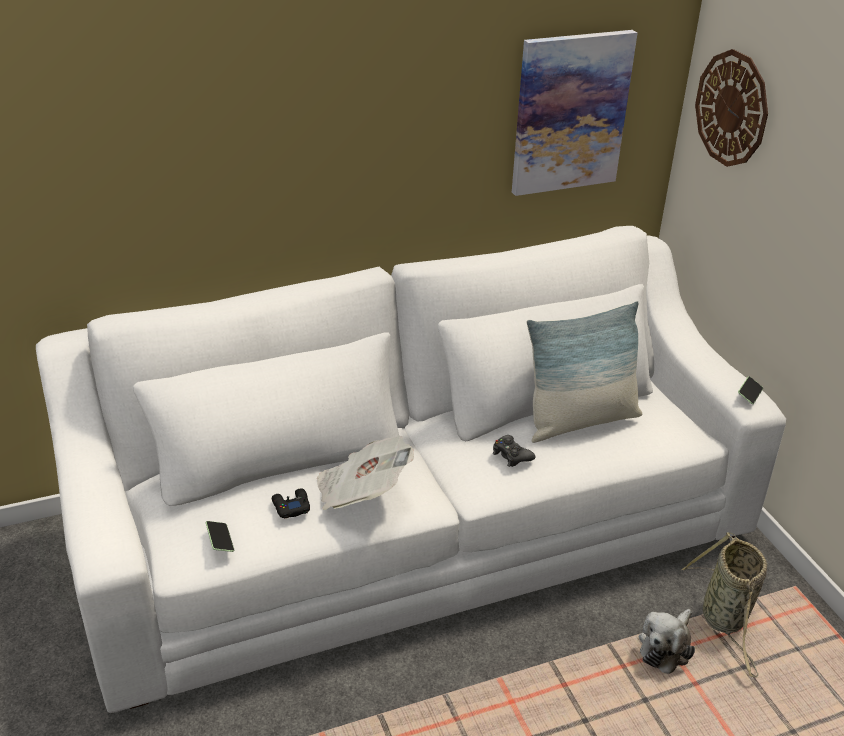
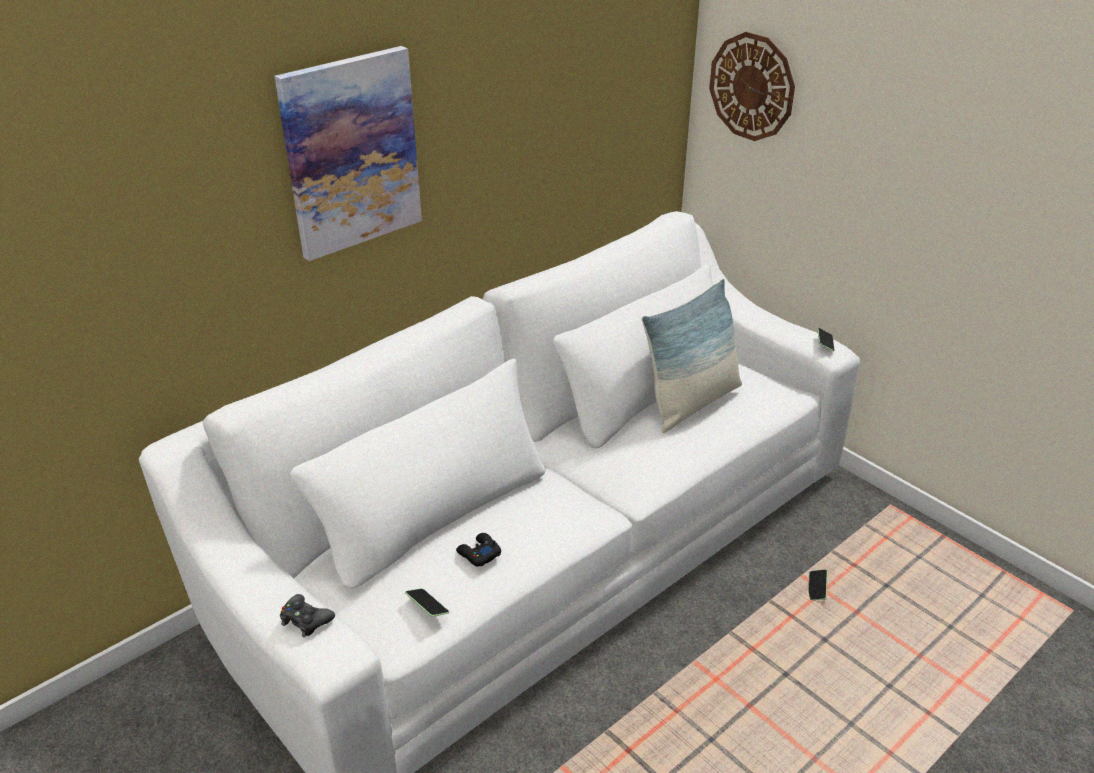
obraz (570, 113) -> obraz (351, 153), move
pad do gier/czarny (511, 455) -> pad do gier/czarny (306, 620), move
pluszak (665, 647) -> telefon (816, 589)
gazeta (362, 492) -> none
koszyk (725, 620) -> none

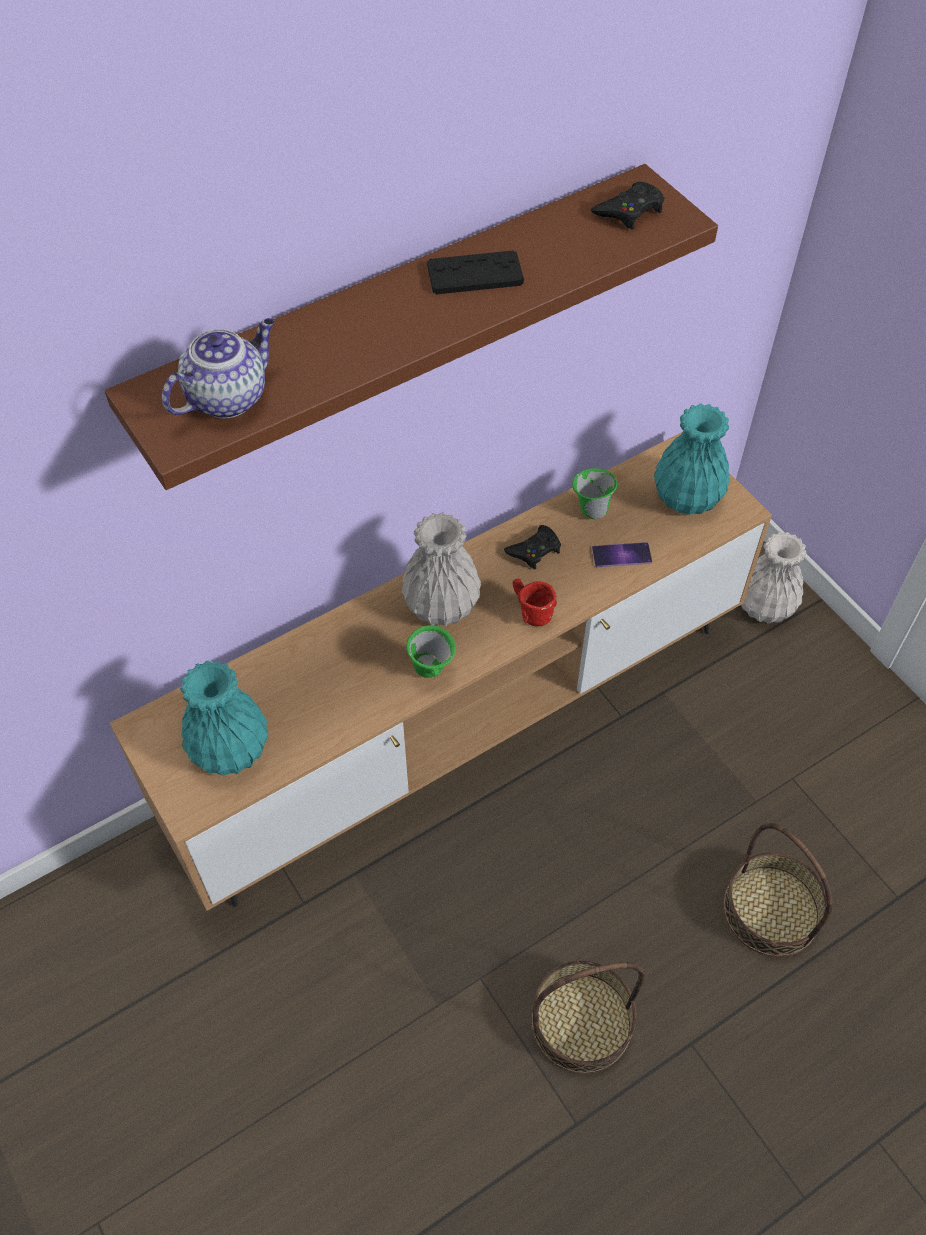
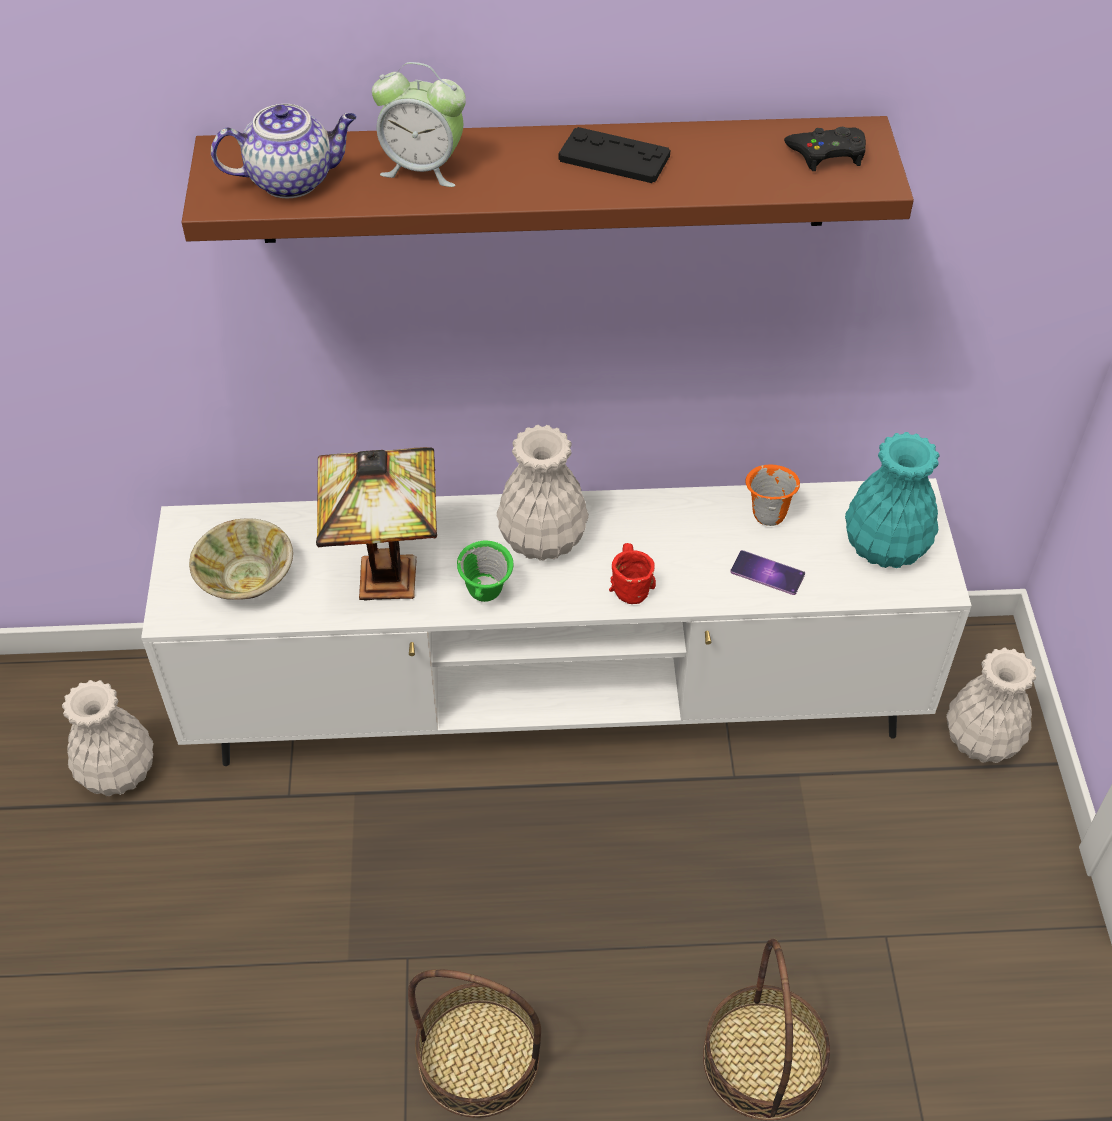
none -> wazon/biały (119, 772)
szafka pod telewizor/brązowy (461, 727) -> szafka pod telewizor/biały (555, 706)
wazon/turkusowy (229, 750) -> miska/beżowy (246, 579)
none -> lampa stołowa (391, 582)
none -> budzik (423, 168)
kubek/zielony (591, 510) -> kubek/pomarańczowy (767, 515)
pad do gier/czarny (534, 550) -> none

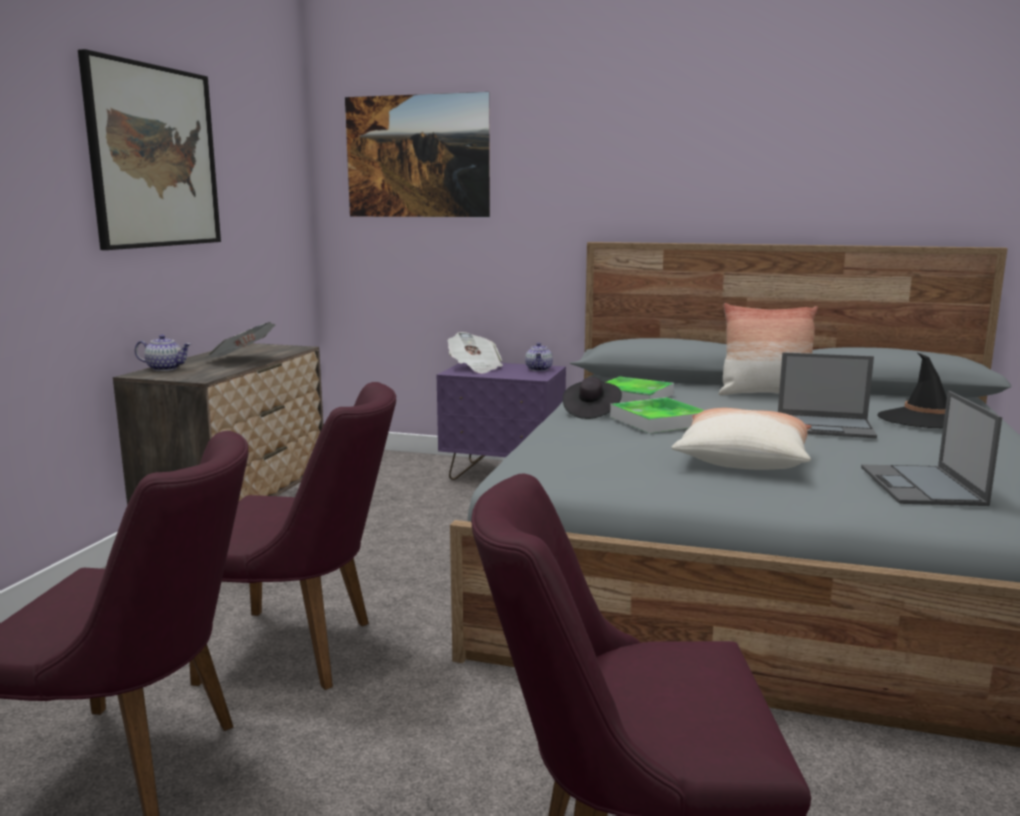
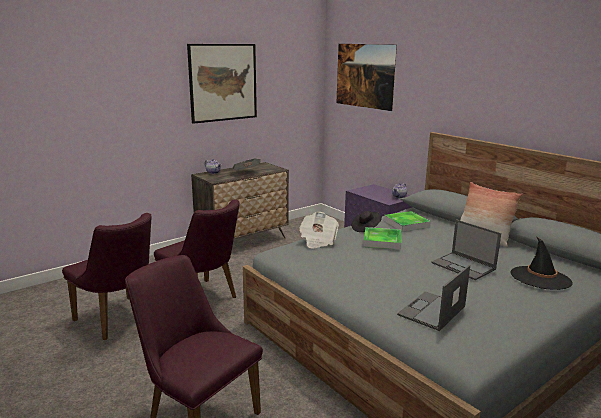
gazeta (475, 368) -> gazeta (318, 240), move
poduszka (742, 460) -> none

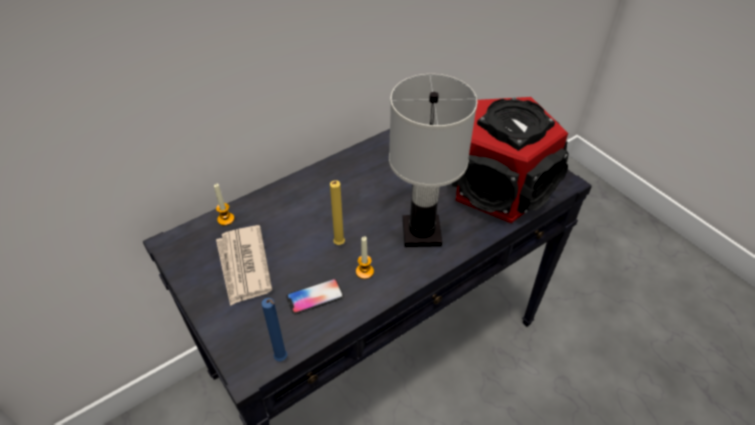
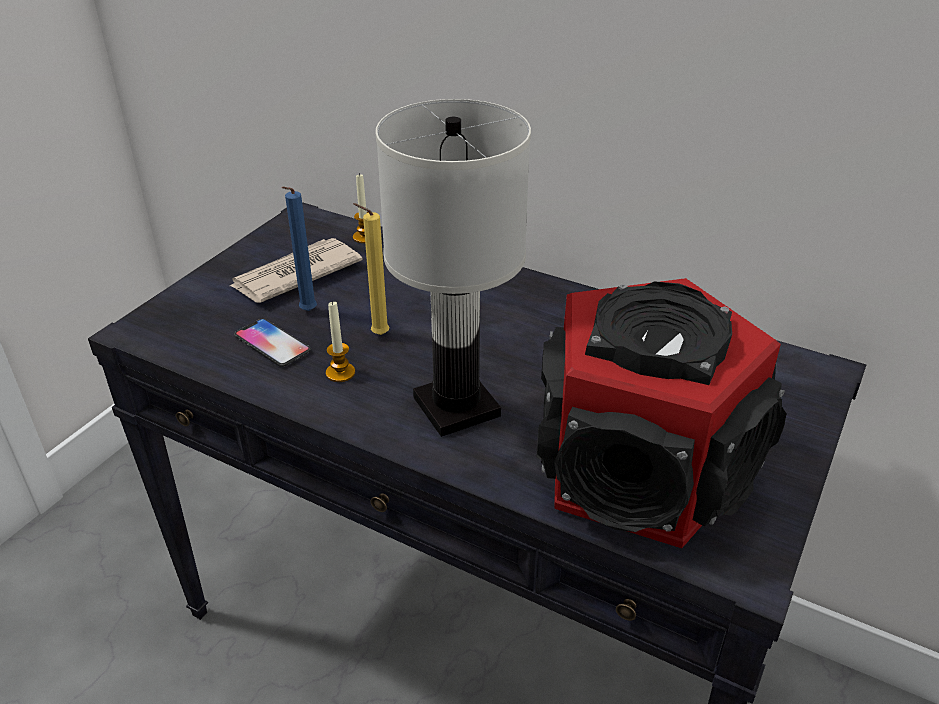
świeca/niebieski (282, 359) -> świeca/niebieski (306, 312), move

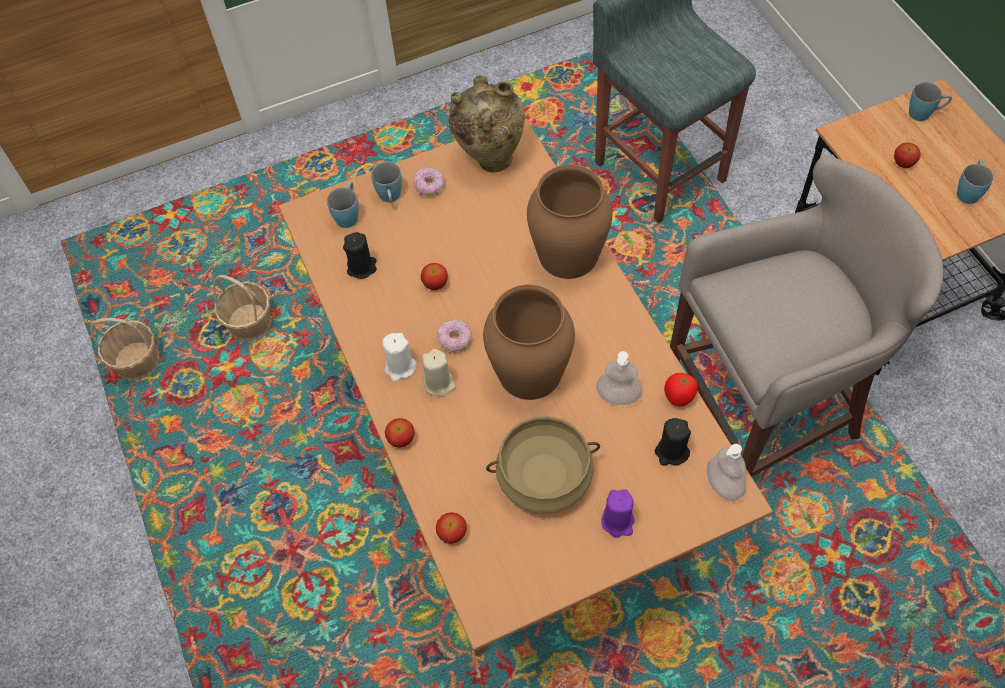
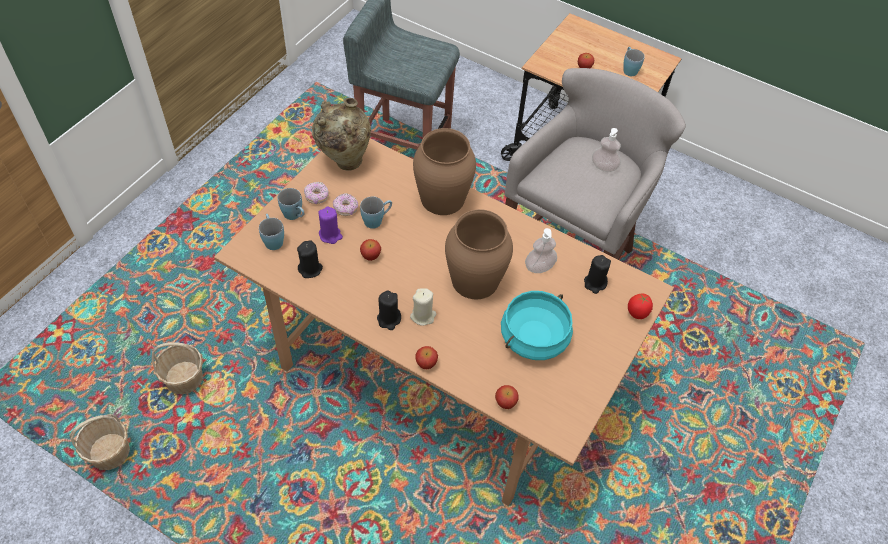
świeca/fioletowy (618, 521) -> świeca/fioletowy (330, 235), move
donut (455, 340) -> donut (346, 208), move
kubek/niebieski (924, 113) -> kubek/niebieski (377, 220), move
świeca/biały (400, 367) -> świeca/czarny (389, 319)
garnek/beżowy (544, 476) -> garnek/turkusowy (533, 337)
dozownik mydła (723, 485) -> dozownik mydła (604, 167), move
pomidor (678, 398) -> pomidor (637, 314), move

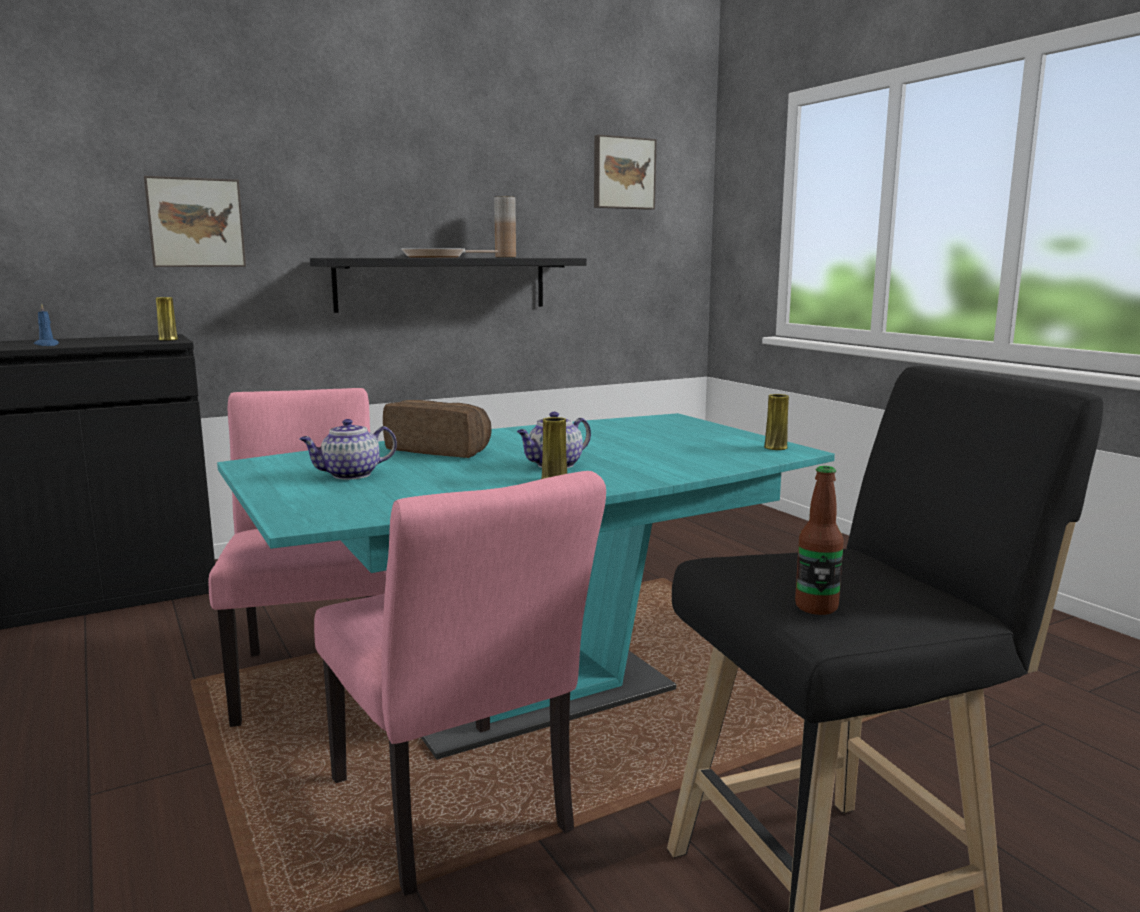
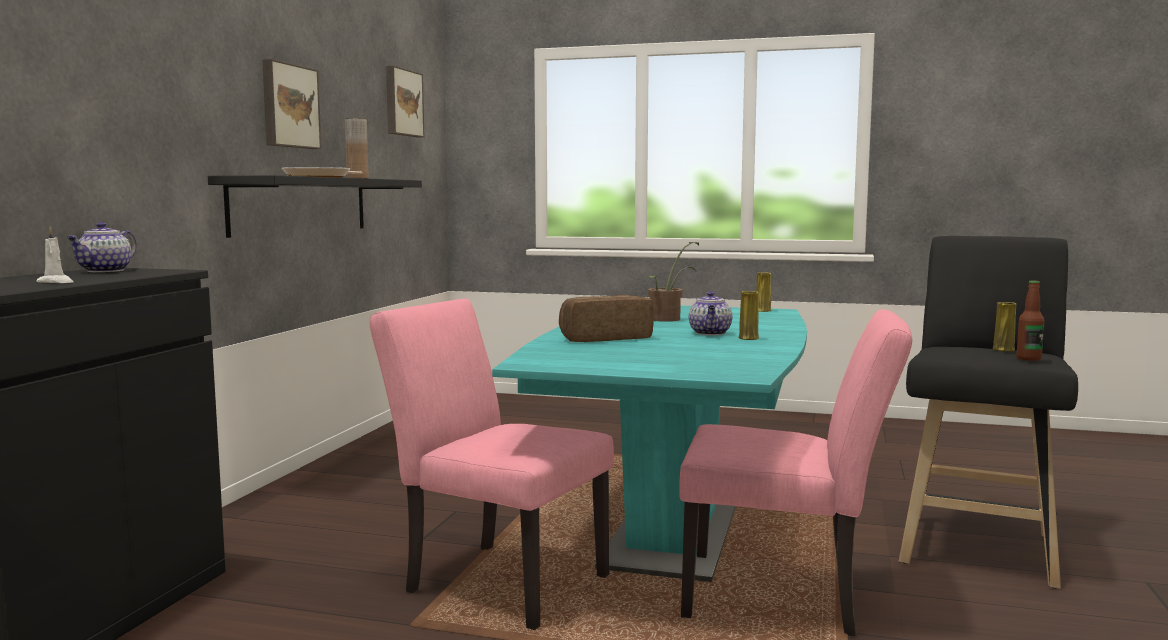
świeca/niebieski (47, 345) -> świeca/biały (56, 282)
imbryk (349, 475) -> imbryk (104, 271), move
obraz (195, 223) -> obraz (288, 106), move
none -> roślina doniczkowa (669, 319)
wazon/żółty (168, 339) -> wazon/żółty (1003, 350), move

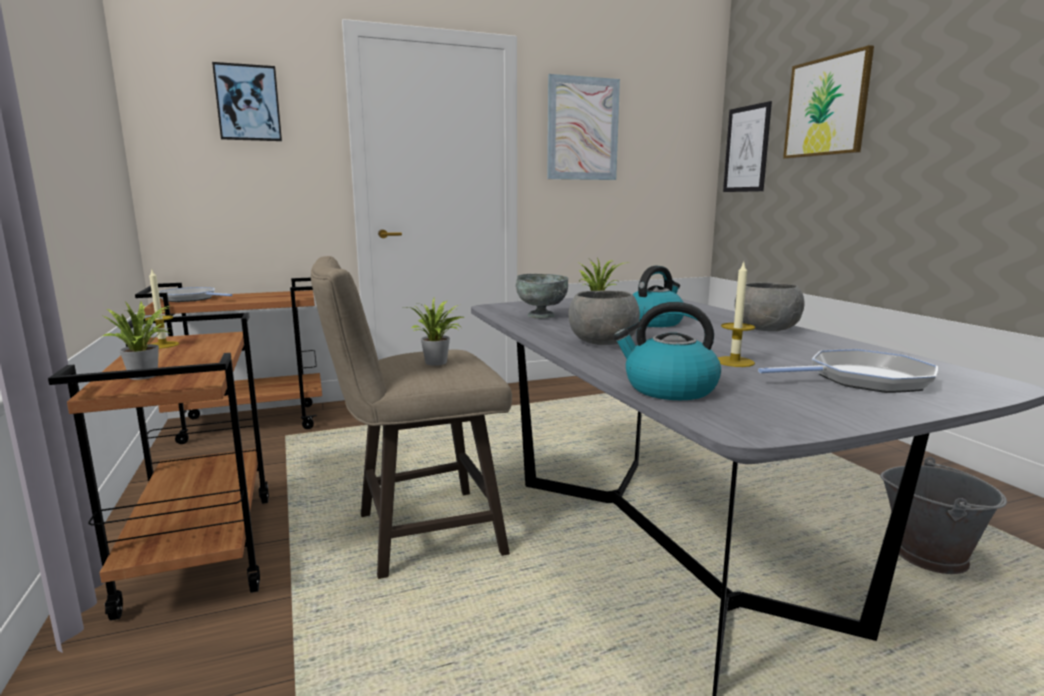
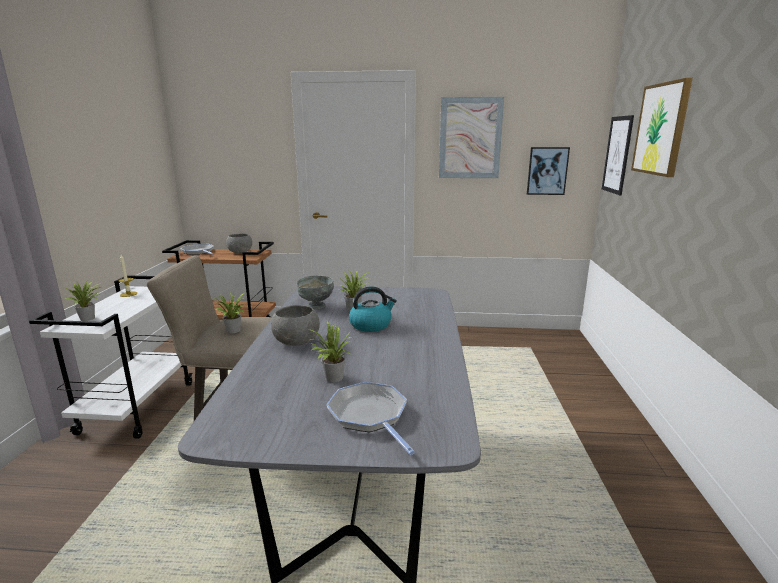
wózek/brązowy (201, 550) -> wózek/biały (138, 406)
miska/szary (767, 329) -> miska/szary (240, 252), move
świeca (734, 362) -> roślina doniczkowa (331, 378)
patelnia (863, 379) -> patelnia (370, 416), 135 degrees counterclockwise
obraz (248, 103) -> obraz (547, 171), move
czajnik (668, 389) -> none
wiadro/szary (930, 556) -> none

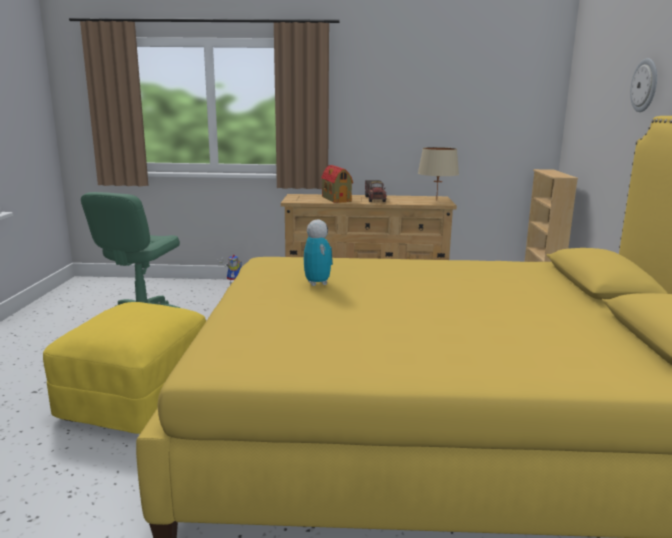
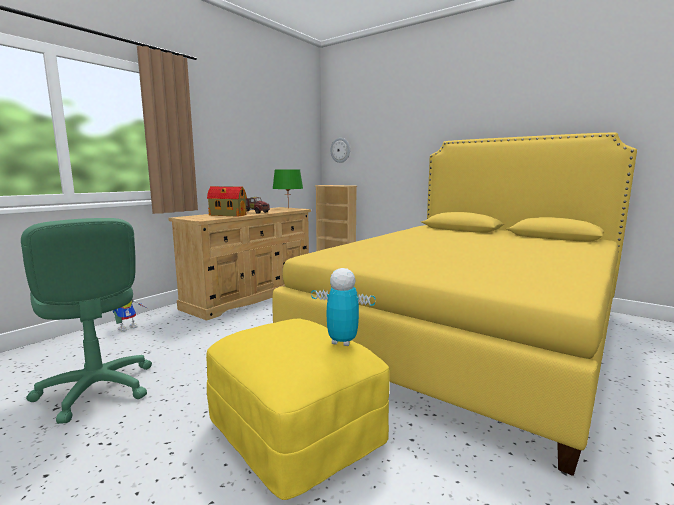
lampa stołowa/beżowy (436, 200) -> lampa stołowa/zielony (288, 208)
robot zabawkowy (317, 283) -> robot zabawkowy (342, 342), move
zegar ścienny (645, 85) -> zegar ścienny (340, 150), move

